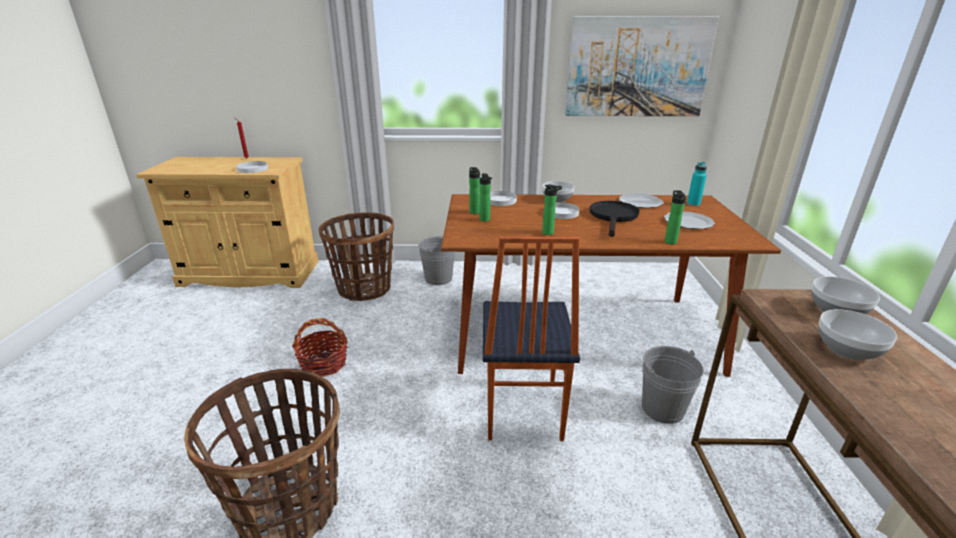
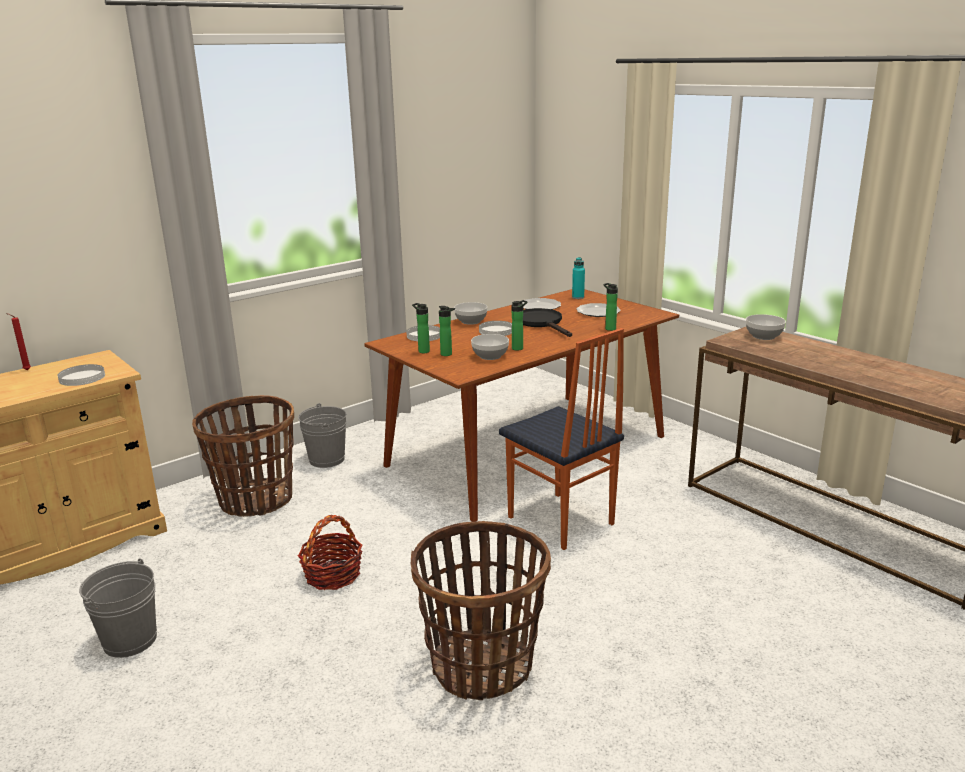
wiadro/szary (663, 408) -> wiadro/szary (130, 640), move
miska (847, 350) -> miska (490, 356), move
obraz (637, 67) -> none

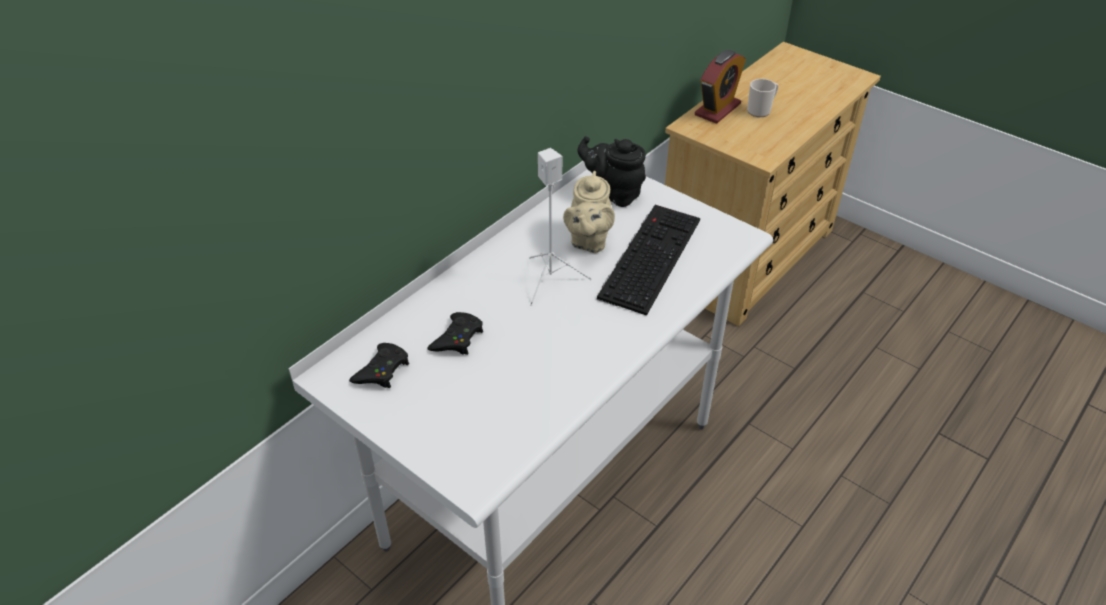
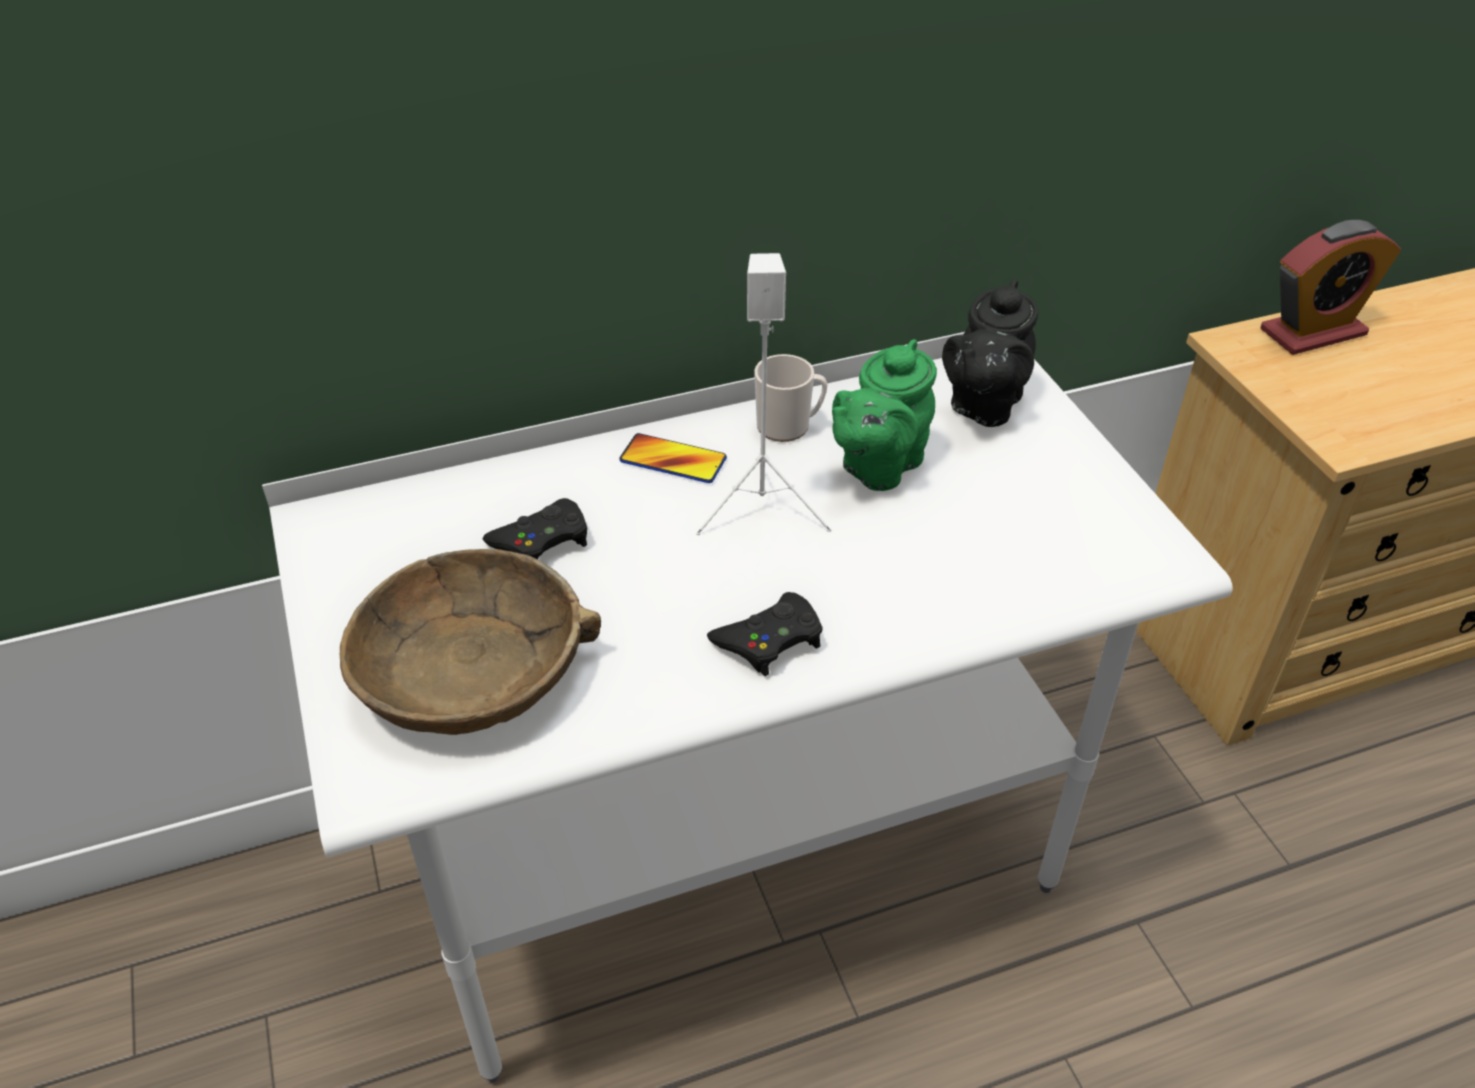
none -> miska/brązowy (472, 667)
none -> telefon (673, 460)
pad do gier/czarny (382, 370) -> pad do gier/czarny (770, 640), move
kubek (761, 110) -> kubek (789, 426), move
imbryk/beżowy (588, 241) -> imbryk/zielony (877, 467)
imbryk/czarny (613, 194) -> imbryk/czarny (983, 405), 120 degrees counterclockwise
klawiatura (649, 256) -> none

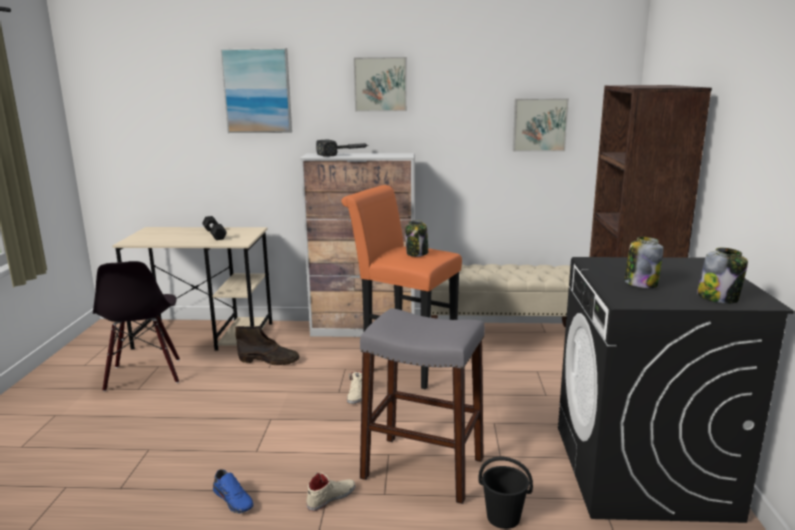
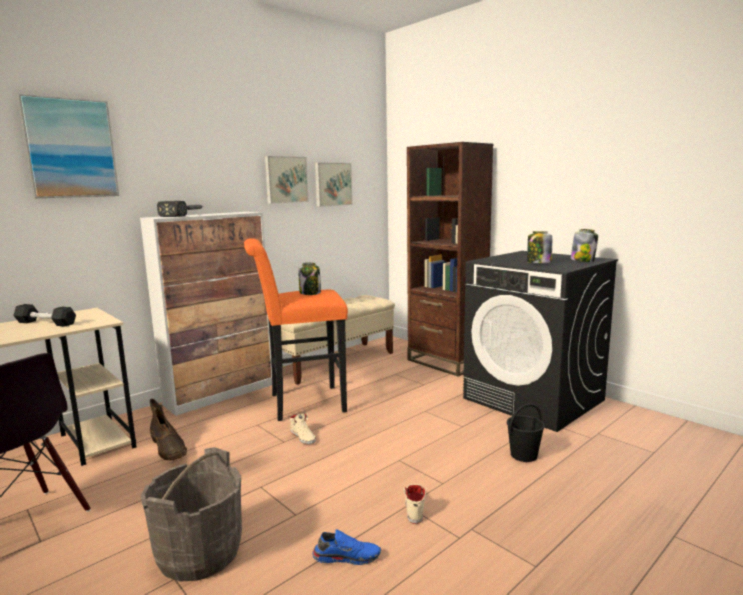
none -> wiadro/szary (199, 552)
but z cholewką/brązowy (269, 360) -> but z cholewką/brązowy (169, 448), 90 degrees clockwise
obraz (380, 84) -> obraz (285, 179), move
stołek/szary (422, 468) -> none

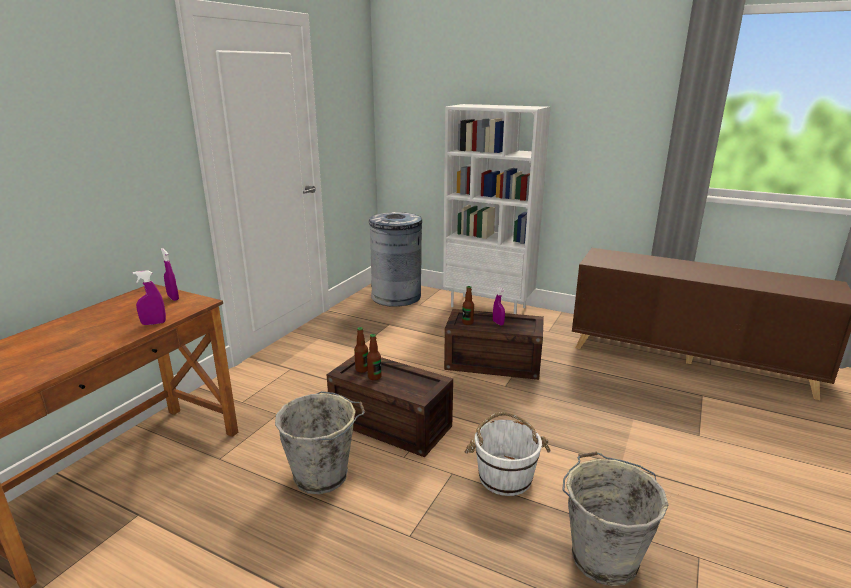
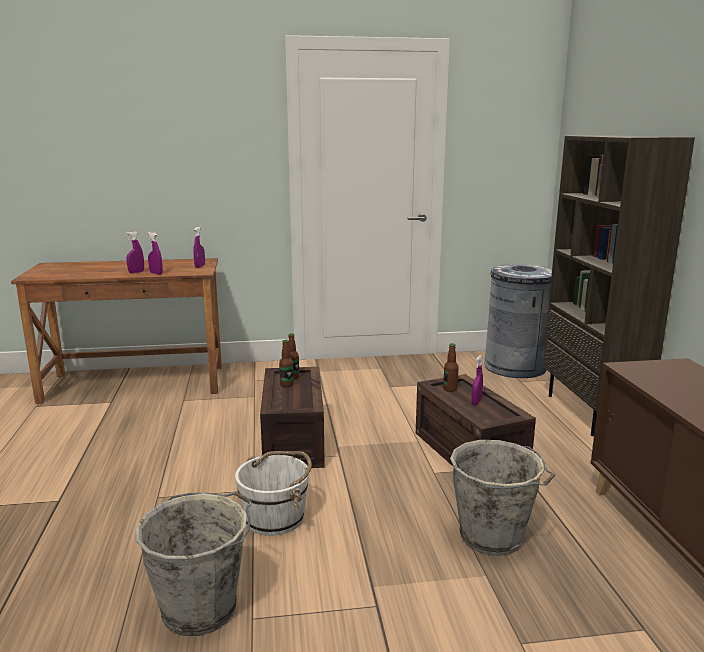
none -> spryskiwacz/fioletowy (136, 272)
wiadro/szary (323, 475) -> wiadro/szary (493, 537), move
regał/biały (489, 307) -> regał/brązowy (591, 413)

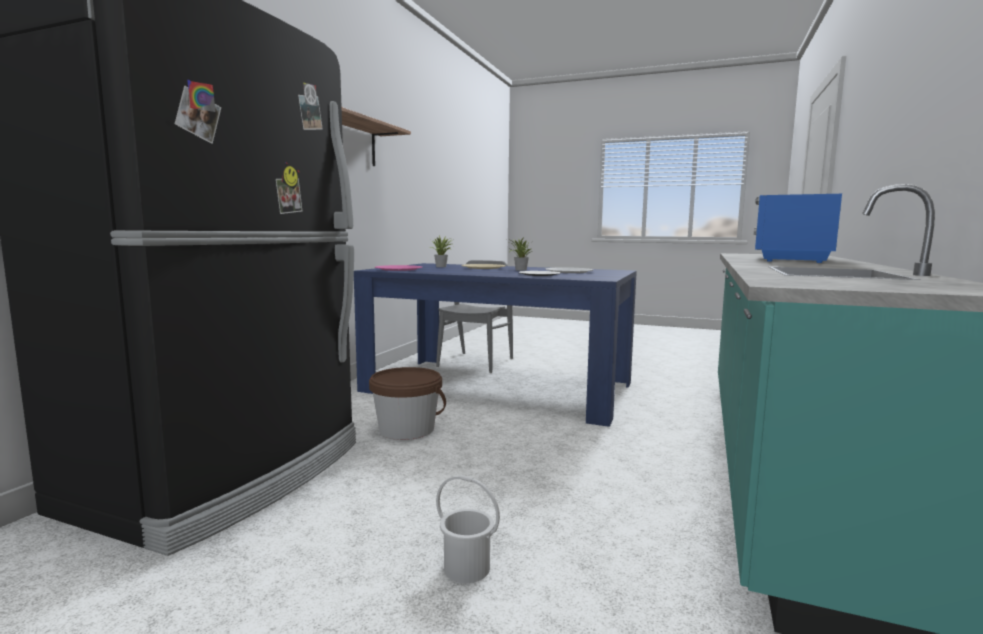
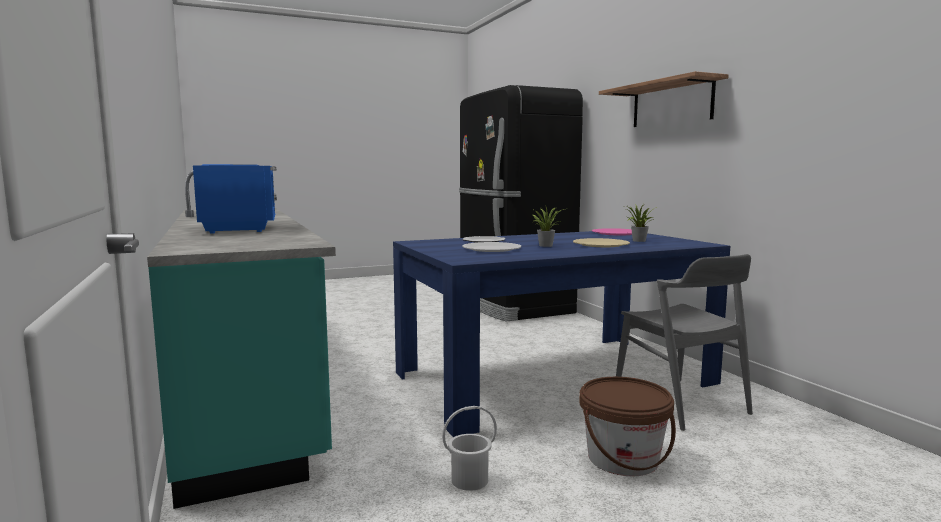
wiadro/biały (466, 569) -> wiadro/biały (469, 480), move
wiadro/brązowy (406, 429) -> wiadro/brązowy (623, 459), move

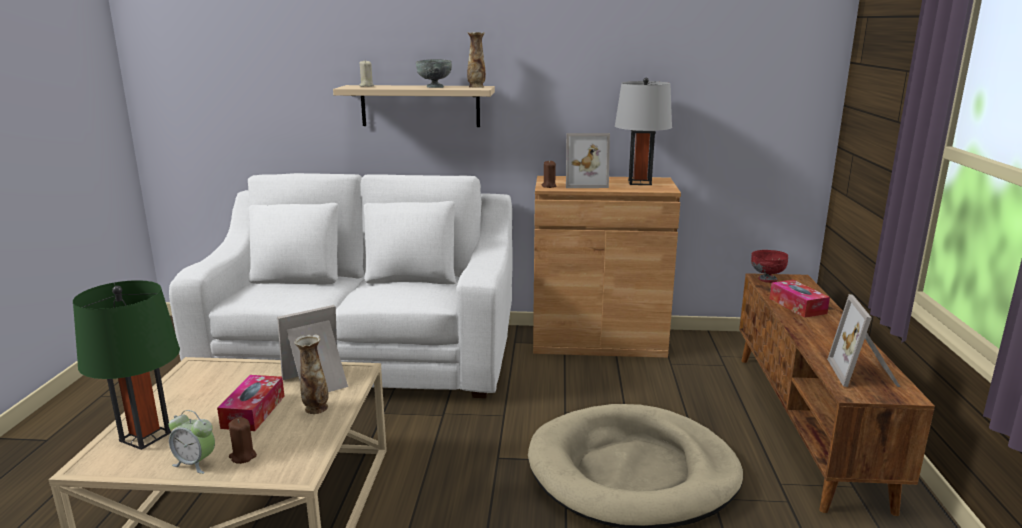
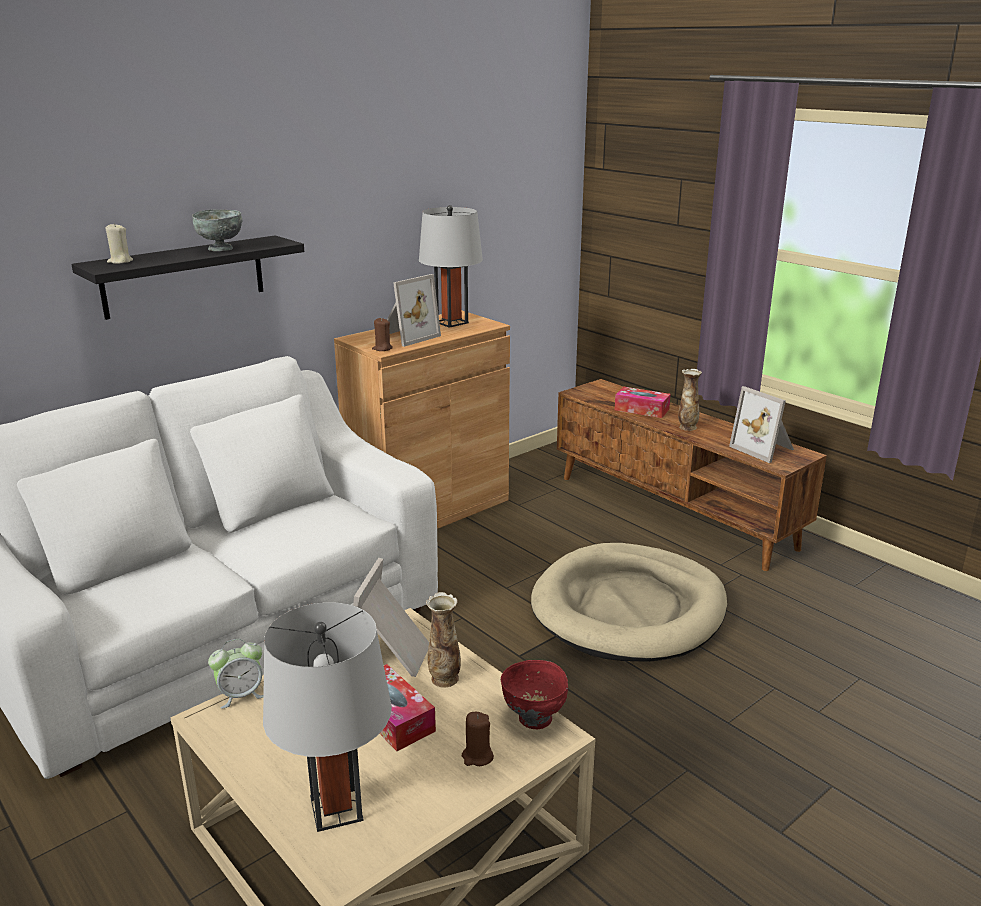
półka/beżowy (420, 106) -> półka/czarny (184, 276)
budzik (195, 463) -> budzik (241, 695), move
lampa stołowa/zielony (145, 436) -> lampa stołowa/szary (336, 808)
miska/czerwony (766, 279) -> miska/czerwony (534, 719), move
wazon (476, 87) -> wazon (687, 427), move

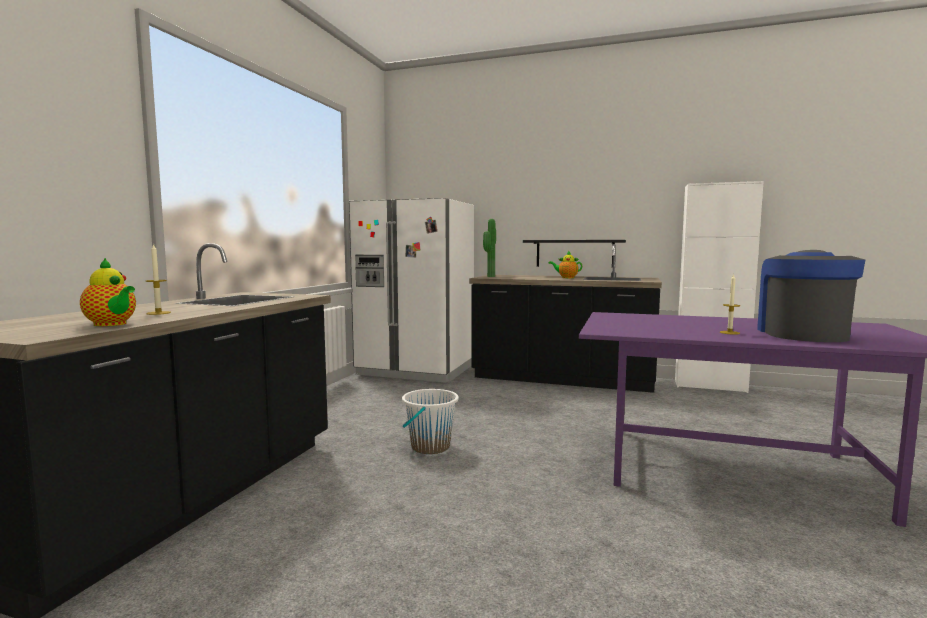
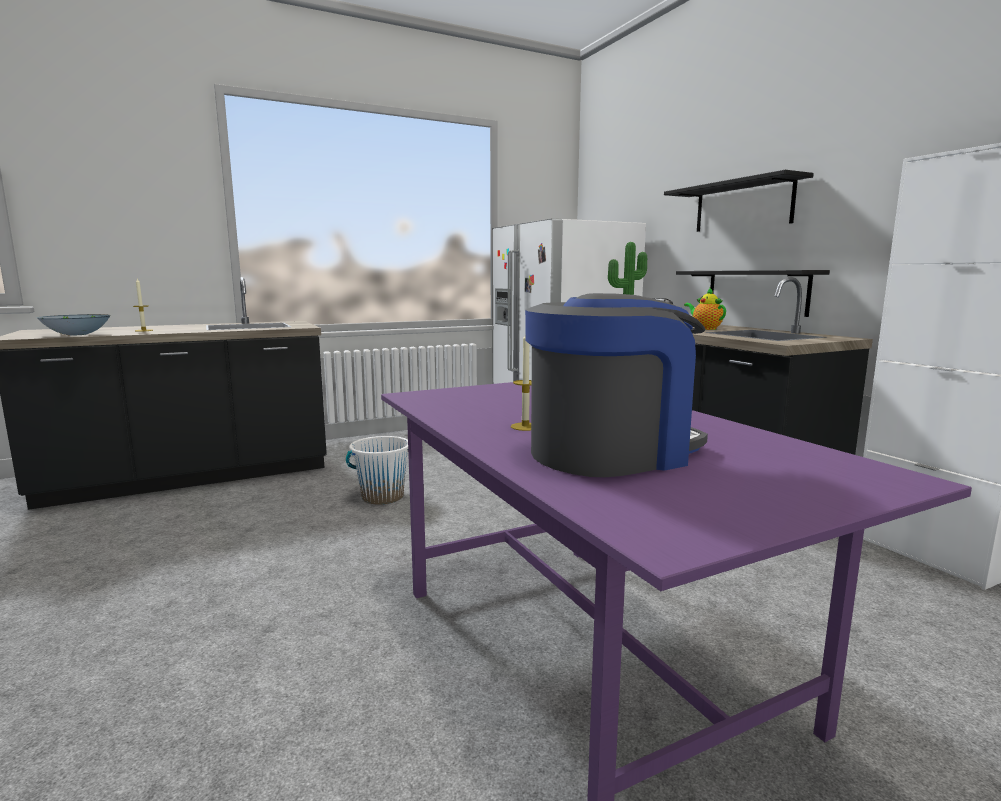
imbryk (112, 324) -> miska (77, 334)
none -> półka/czarny (743, 206)

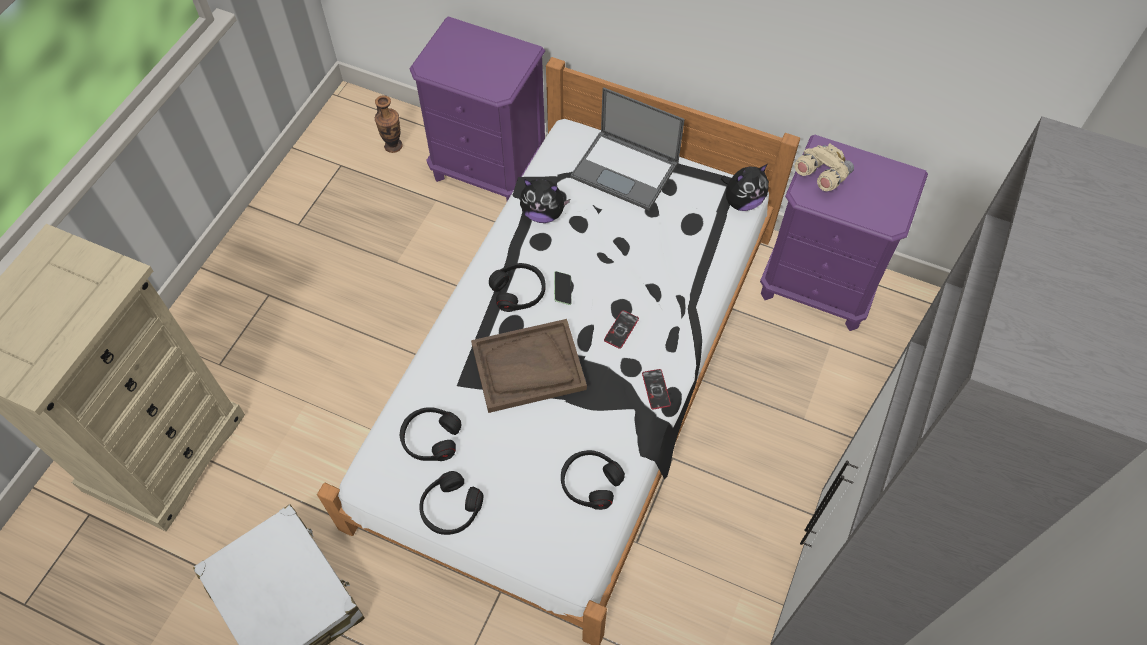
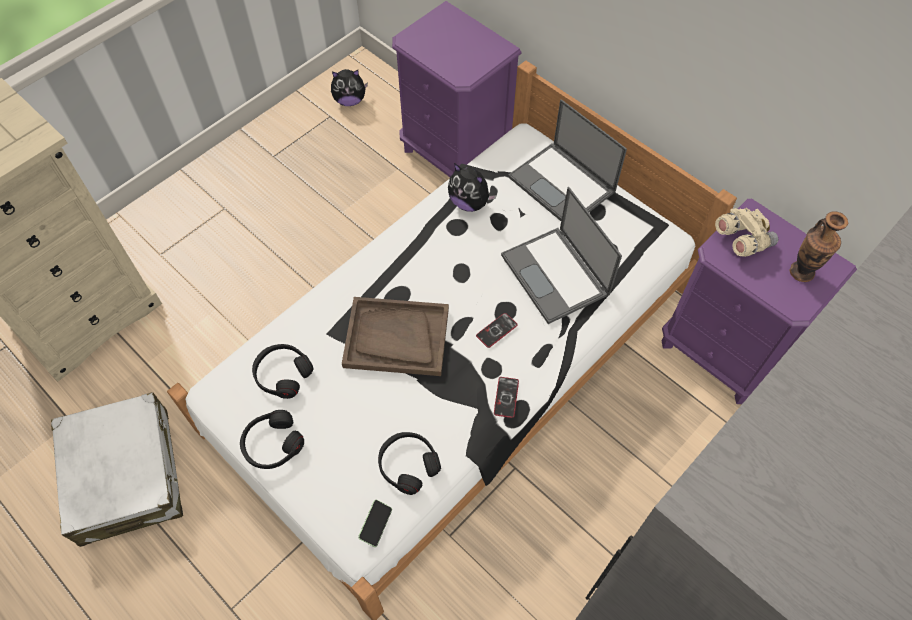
pluszak (742, 201) -> pluszak (350, 100), move
telefon (562, 291) -> telefon (376, 525), move
none -> laptop (556, 275)
wazon (393, 146) -> wazon (801, 272), move
słuchawki/czarny (518, 291) -> none

